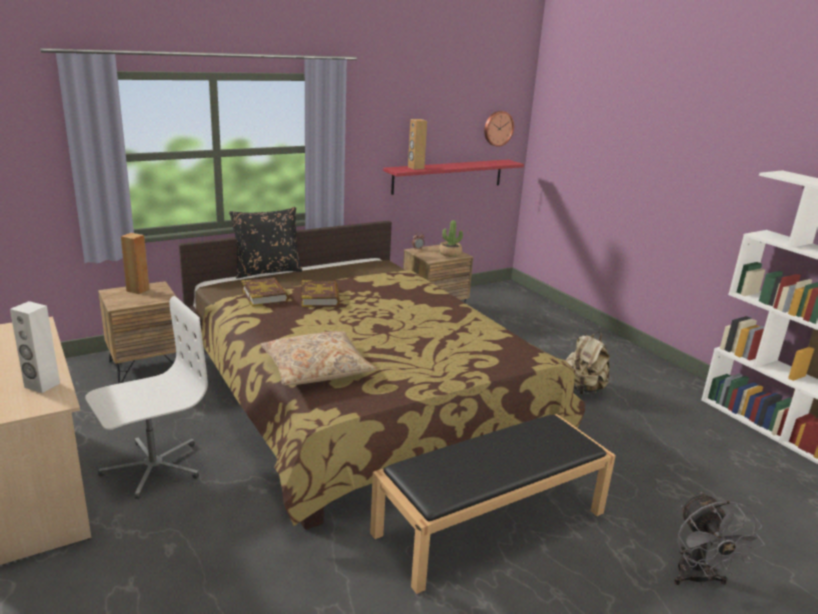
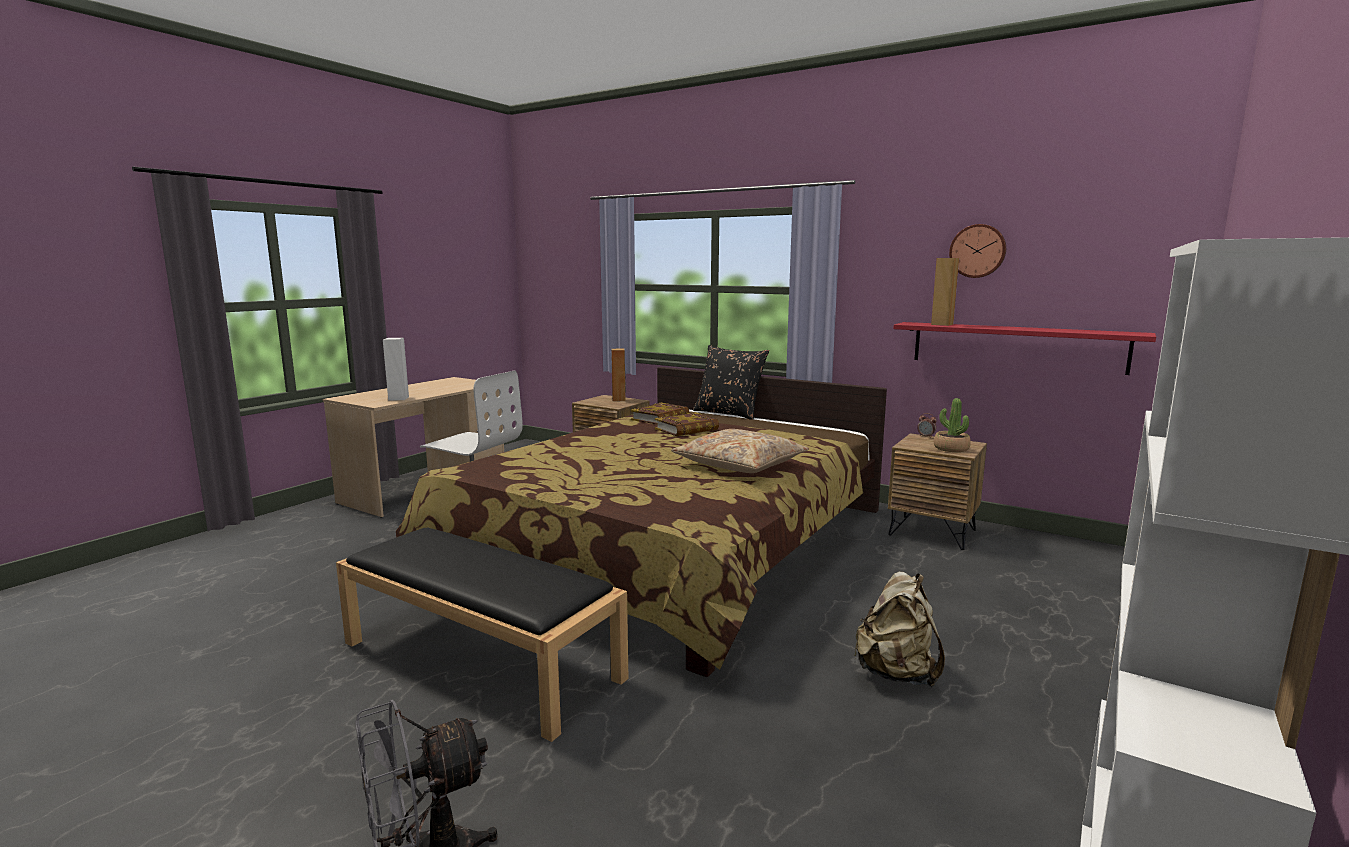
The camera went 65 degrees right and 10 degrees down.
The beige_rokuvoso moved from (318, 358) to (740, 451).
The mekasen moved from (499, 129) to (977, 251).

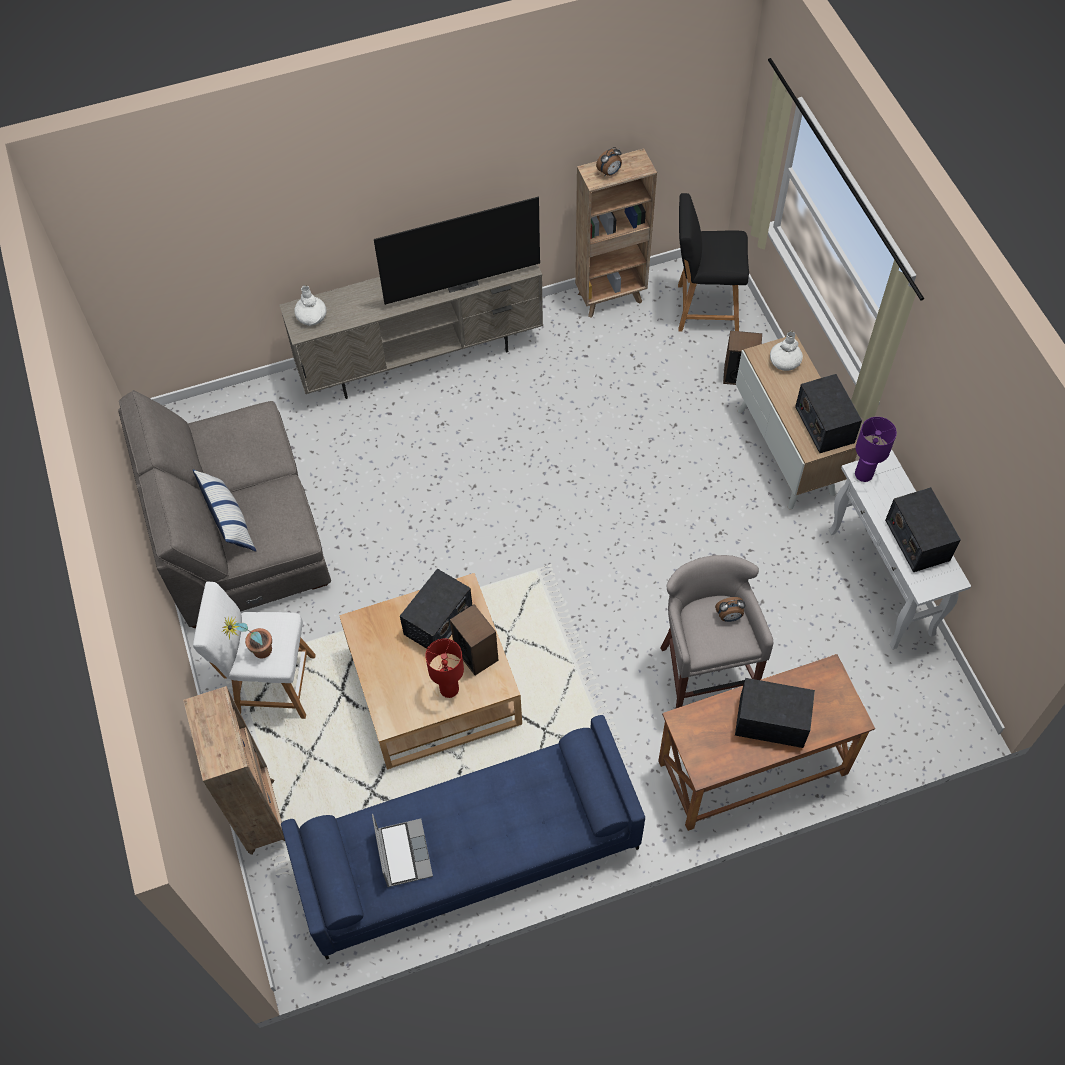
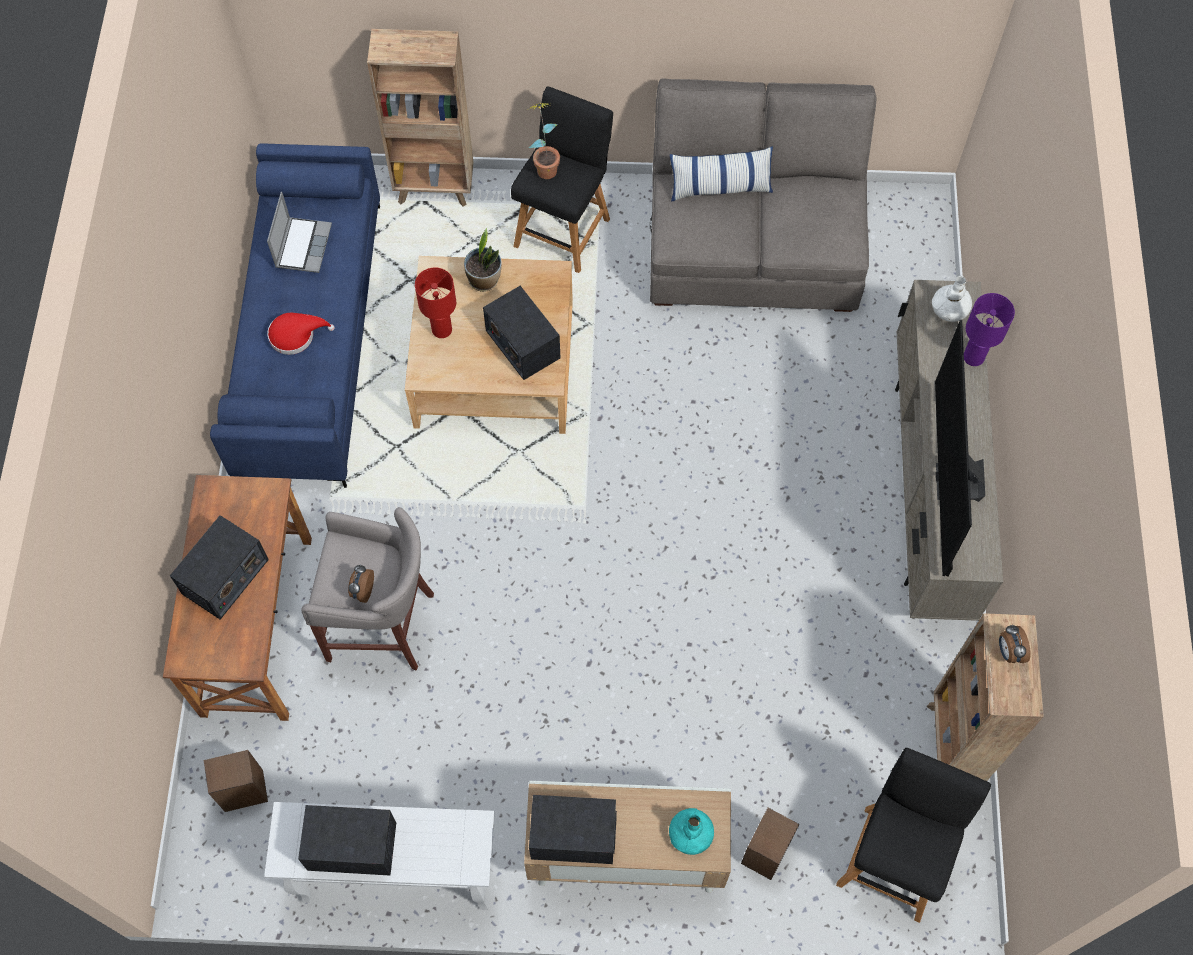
The camera went 110 degrees right and 5 degrees up.
The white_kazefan at (254, 650) became the black_kazefan at (562, 180).
The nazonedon at (402, 850) turned 90 degrees counterclockwise.
The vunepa moved from (474, 640) to (236, 781).
The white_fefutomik at (786, 351) became the turquoise_fefutomik at (691, 831).
The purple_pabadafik moved from (876, 449) to (989, 329).
The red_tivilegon at (301, 334) appeared.
The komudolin at (483, 260) appeared.

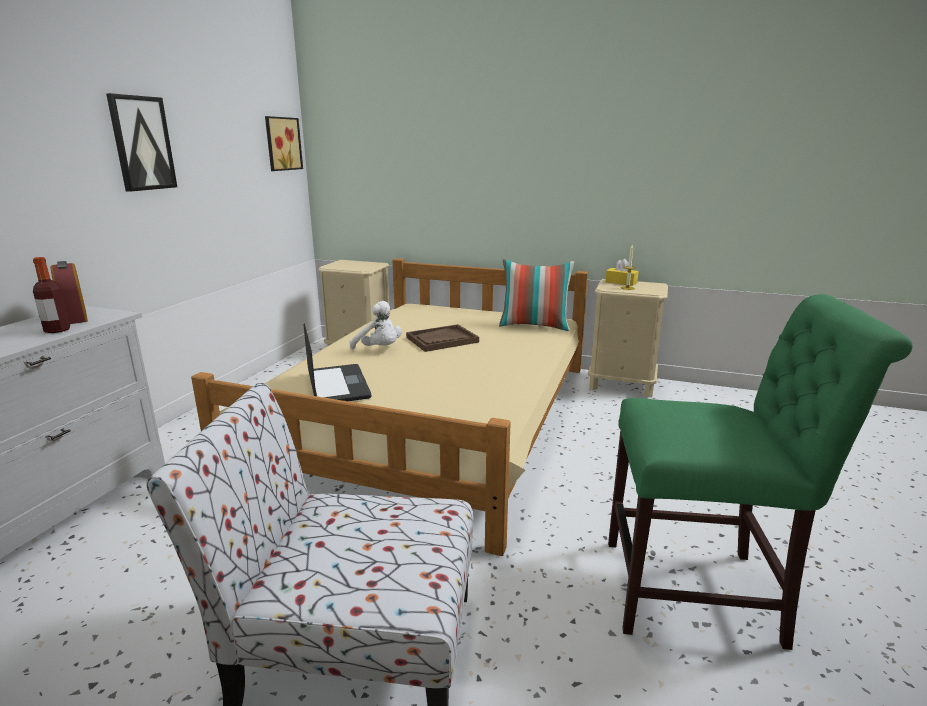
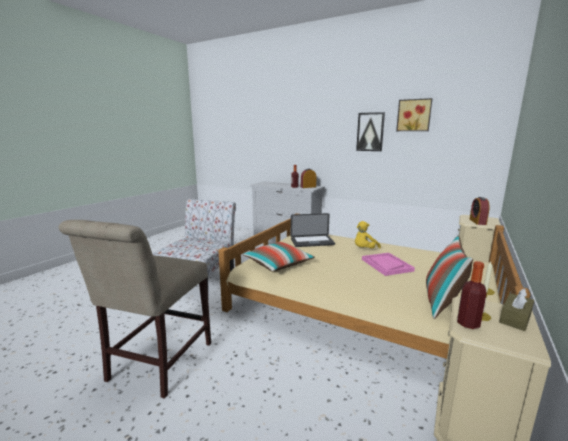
The camera went 100 degrees right and 5 degrees down.
The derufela moved from (284, 143) to (414, 114).
The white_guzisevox at (376, 325) became the yellow_guzisevox at (368, 234).
The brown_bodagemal at (442, 338) became the pink_bodagemal at (388, 264).
The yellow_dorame at (622, 272) became the brown_dorame at (516, 309).
The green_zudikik at (760, 472) became the beige_zudikik at (135, 309).
The rokuvoso at (279, 257) appeared.
The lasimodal at (472, 295) appeared.
The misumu at (480, 211) appeared.

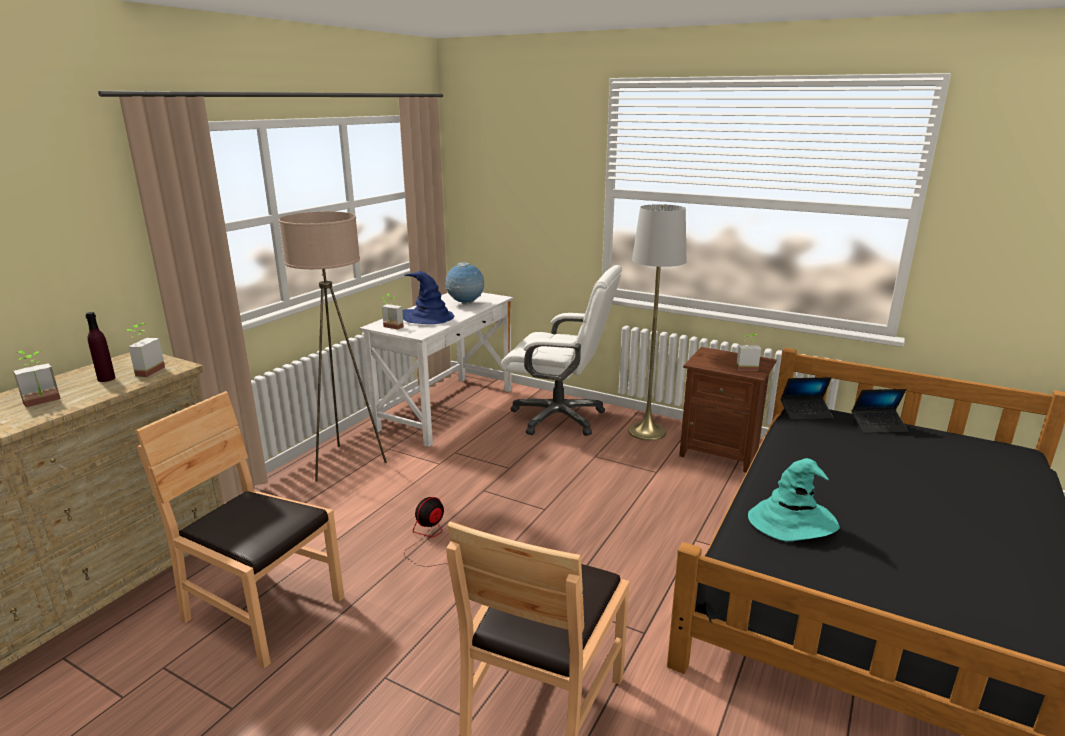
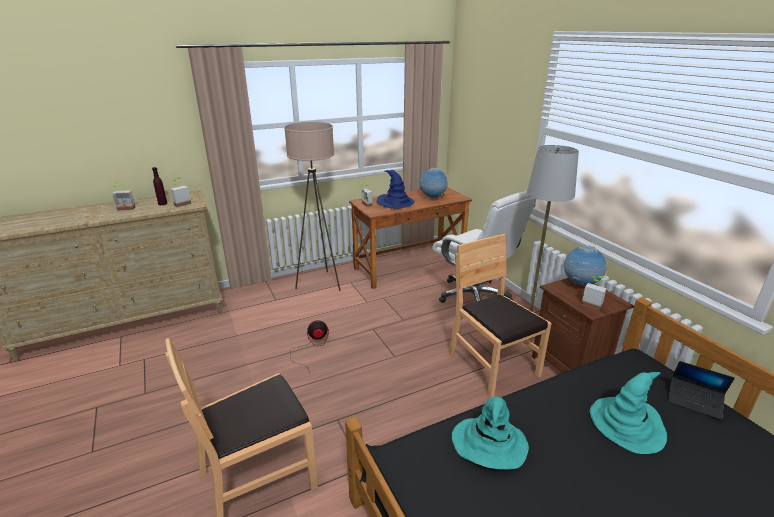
The camera went 35 degrees right and 5 degrees up.
The brown_zudikik moved from (240, 530) to (500, 316).
The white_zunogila at (436, 369) became the brown_zunogila at (410, 238).
The nazonedon at (807, 398) disappeared.
The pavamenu at (585, 266) appeared.
The turquoise_tivilegon at (628, 413) appeared.

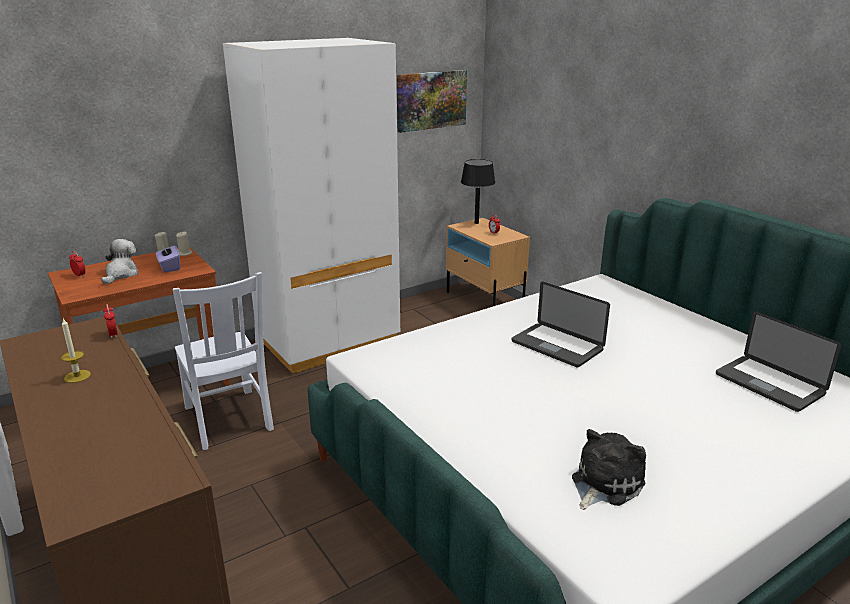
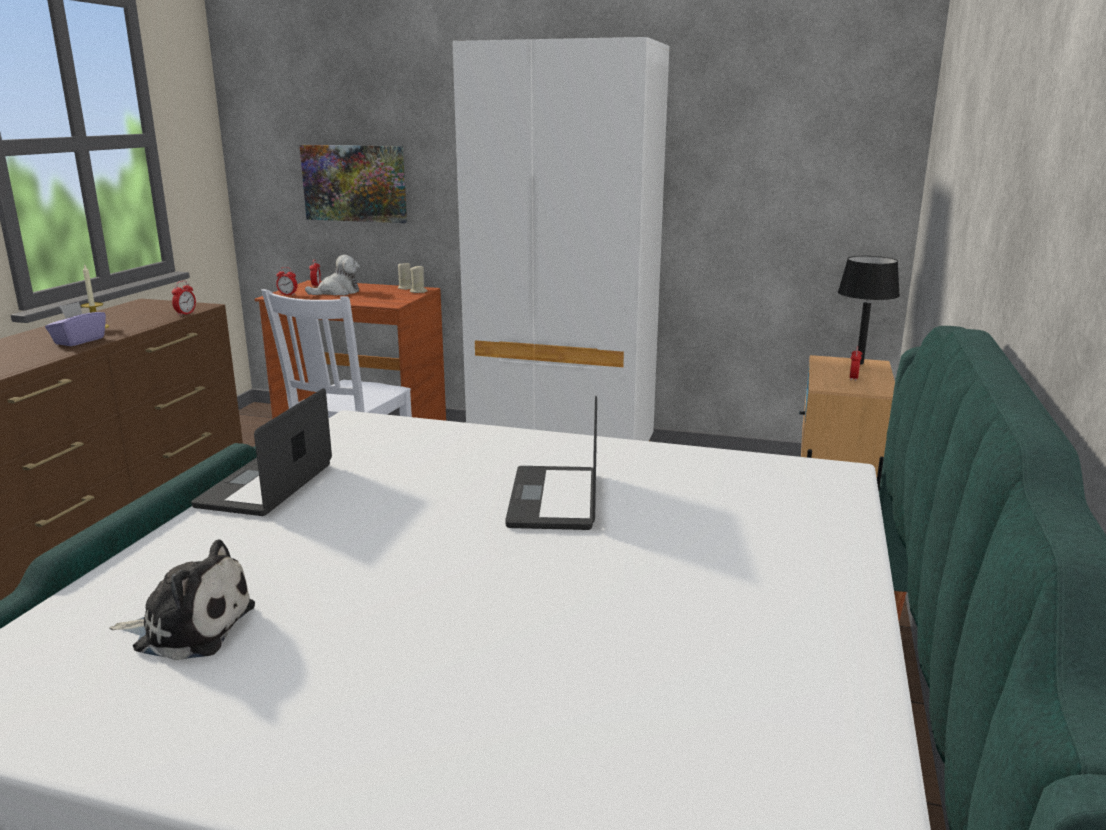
The camera went 50 degrees right and 5 degrees down.
The purple_dorame moved from (168, 258) to (75, 324).
The derufela moved from (432, 101) to (353, 184).
The nazonedon moved from (778, 361) to (261, 452).
The misumu at (287, 281) appeared.

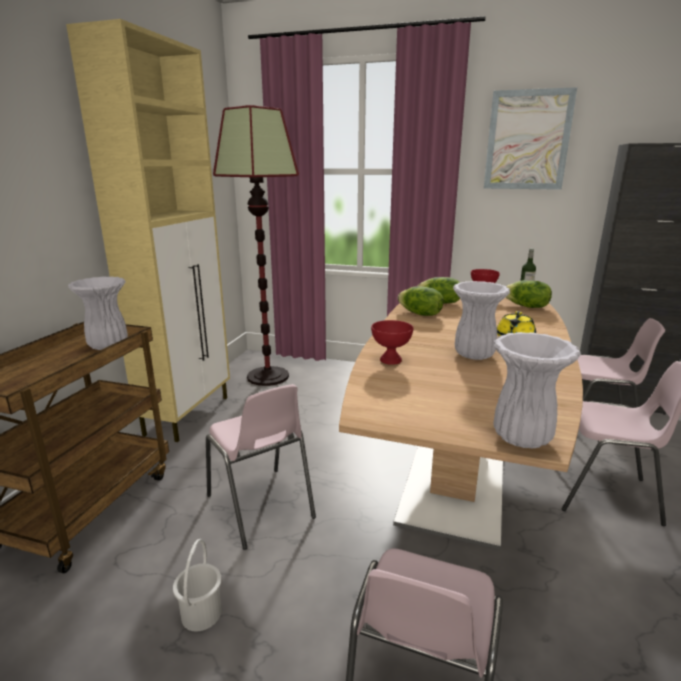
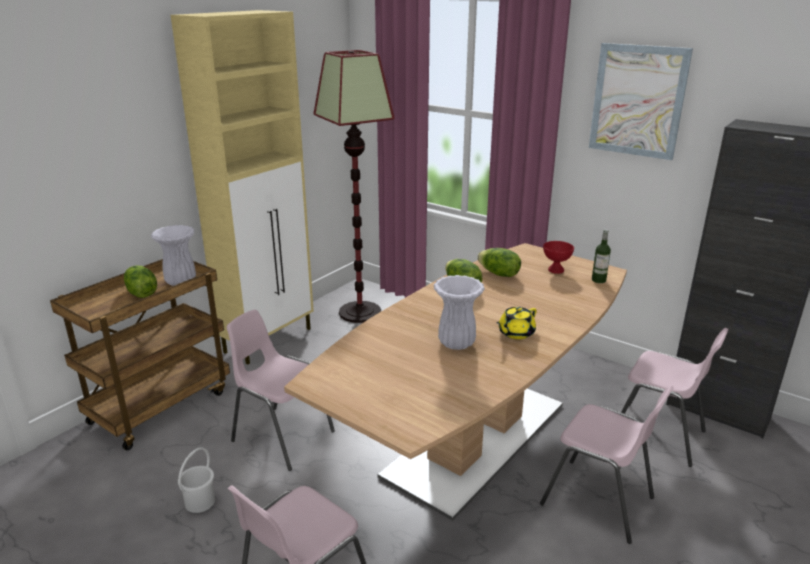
The camera went 20 degrees right and 5 degrees up.
The pink_zudikik at (261, 467) turned 135 degrees clockwise.
The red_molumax at (392, 342) disappeared.
The white_fefutomik at (537, 390) disappeared.
The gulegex moved from (528, 294) to (140, 282).

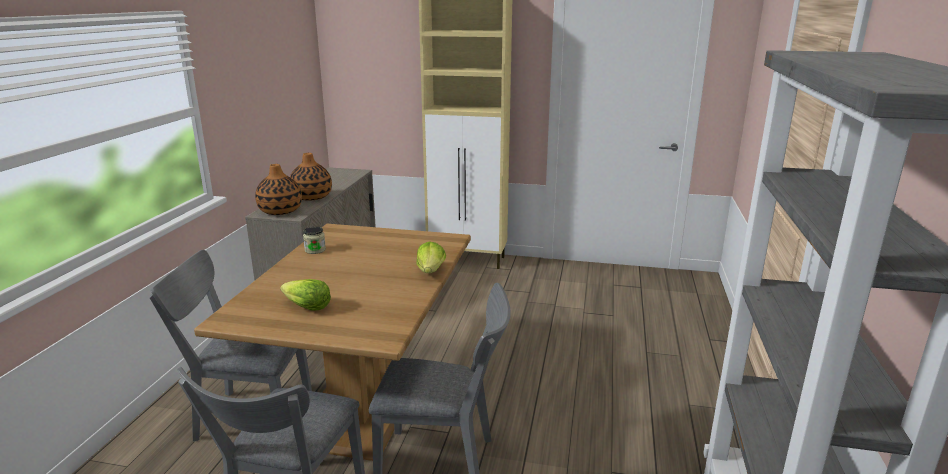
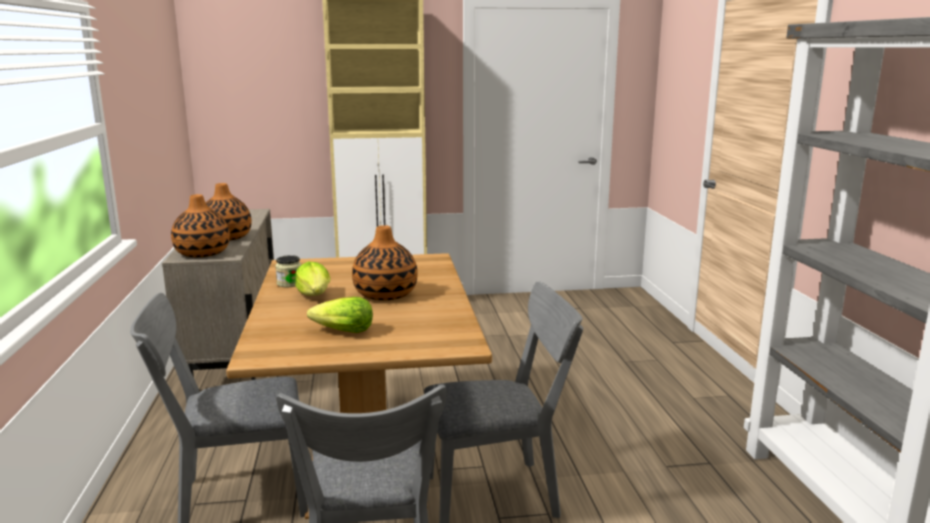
The camera went 20 degrees left and 5 degrees down.
The gulegex moved from (431, 257) to (312, 279).
The fefutomik at (385, 262) appeared.

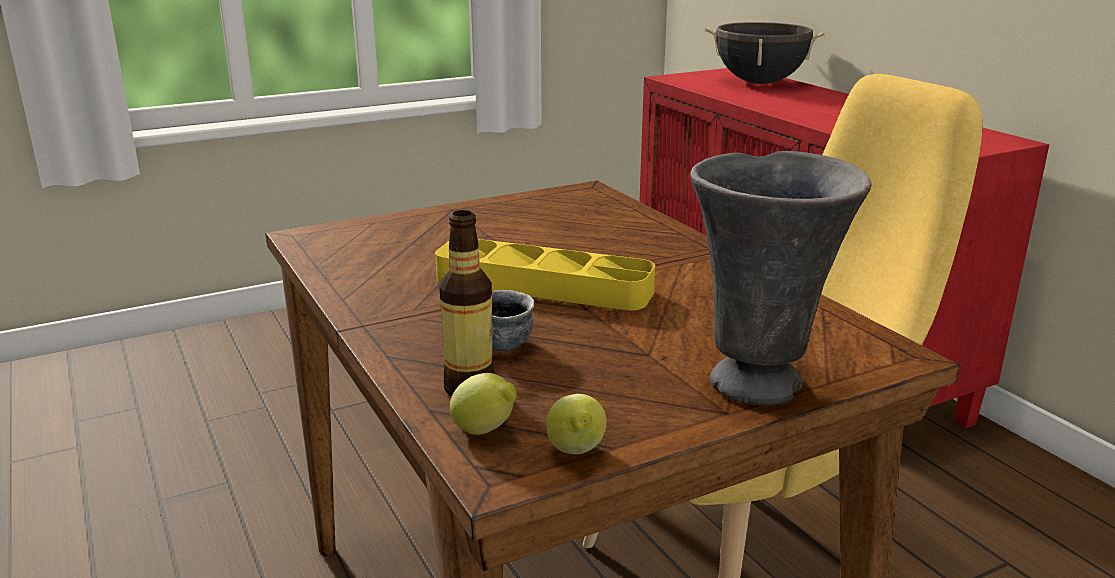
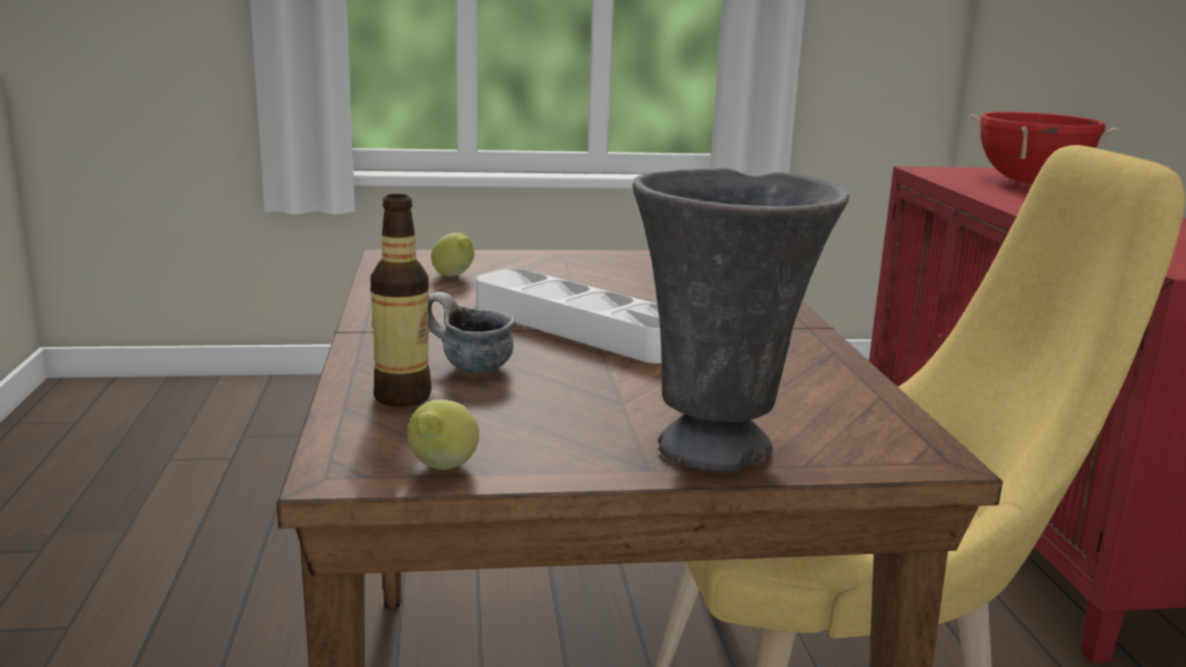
The camera went 20 degrees right and 5 degrees down.
The yellow_bodagemal at (545, 275) became the white_bodagemal at (568, 315).
The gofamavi moved from (483, 404) to (453, 255).
The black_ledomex at (765, 53) became the red_ledomex at (1044, 148).

